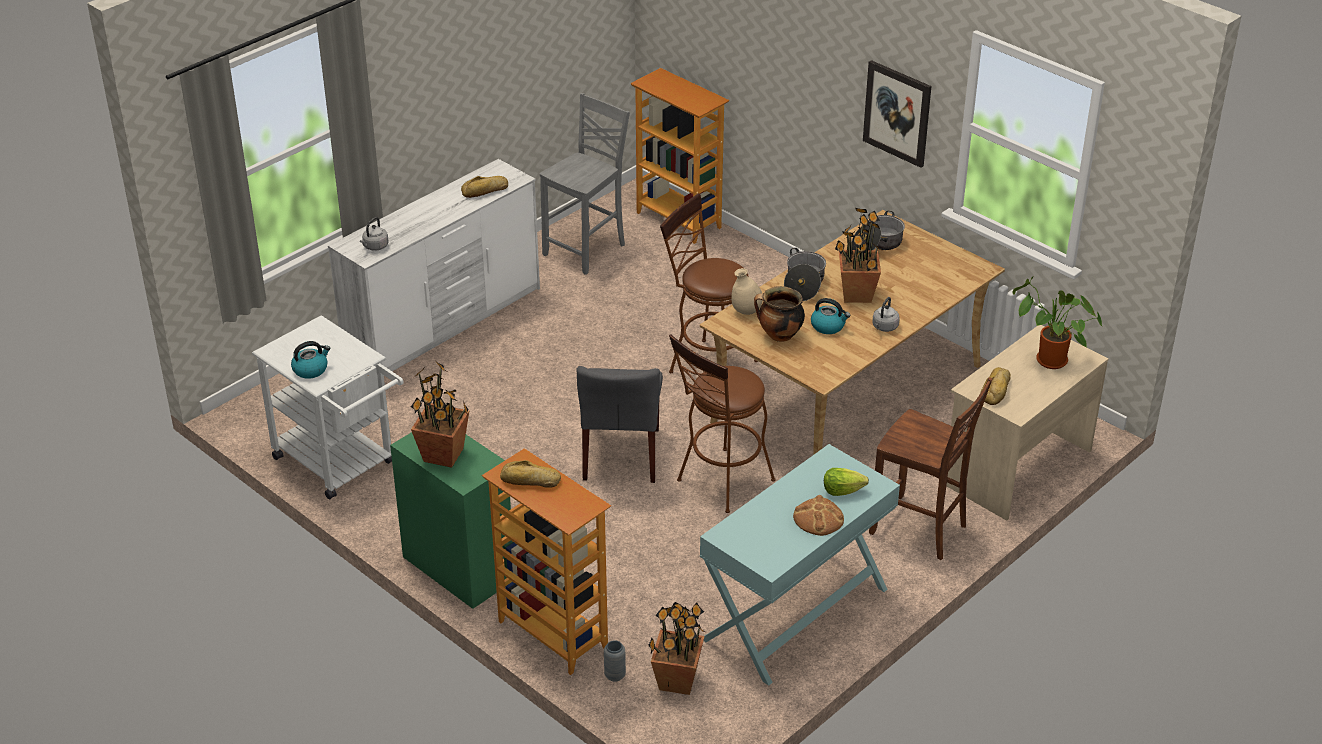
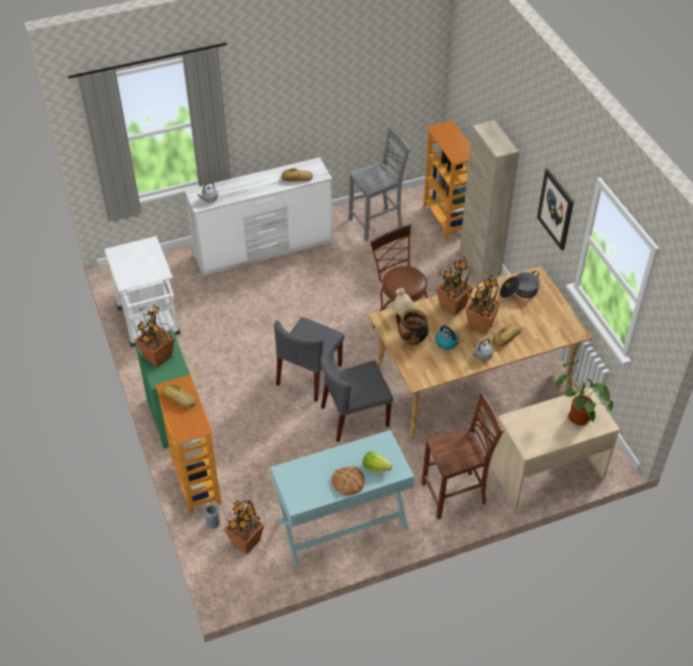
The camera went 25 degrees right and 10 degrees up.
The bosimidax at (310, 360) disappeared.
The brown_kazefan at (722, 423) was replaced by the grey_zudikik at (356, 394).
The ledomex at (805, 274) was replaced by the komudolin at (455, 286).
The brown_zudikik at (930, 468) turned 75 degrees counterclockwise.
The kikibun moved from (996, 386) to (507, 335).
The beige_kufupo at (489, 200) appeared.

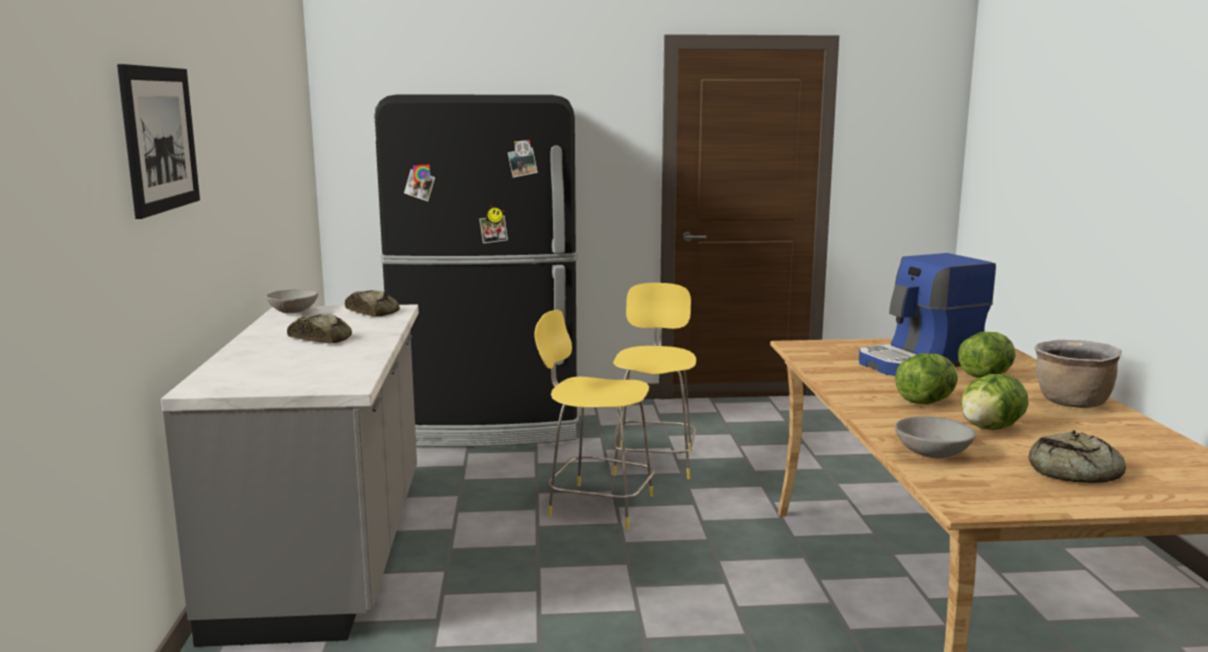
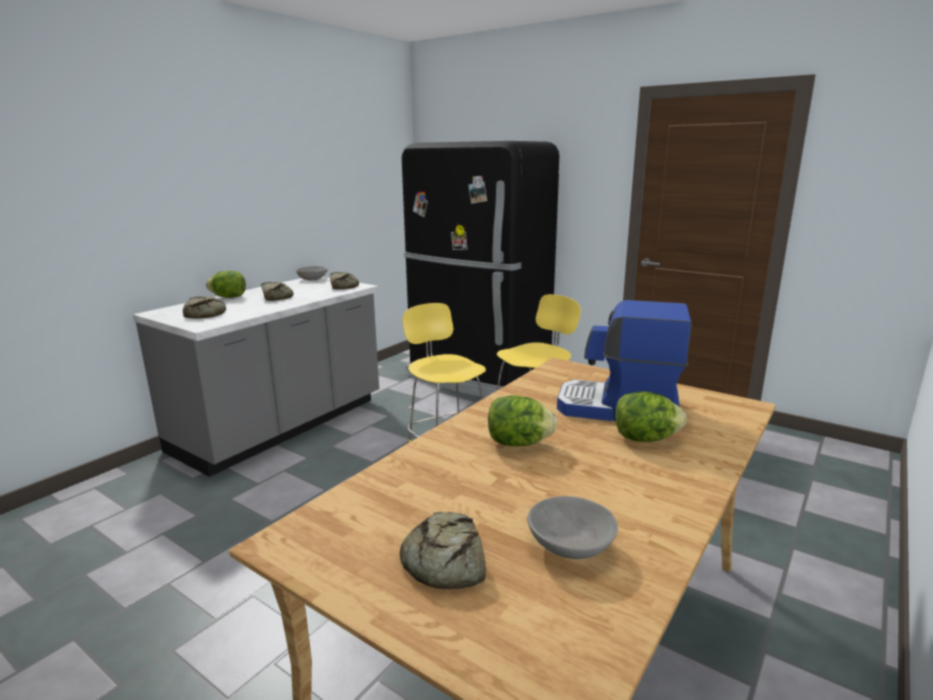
The camera went 40 degrees right and 5 degrees up.
The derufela at (158, 141) disappeared.
The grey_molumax moved from (935, 437) to (572, 527).
The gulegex moved from (995, 402) to (226, 284).
The brown_ledomex at (1078, 374) disappeared.
The kikibun at (204, 307) appeared.

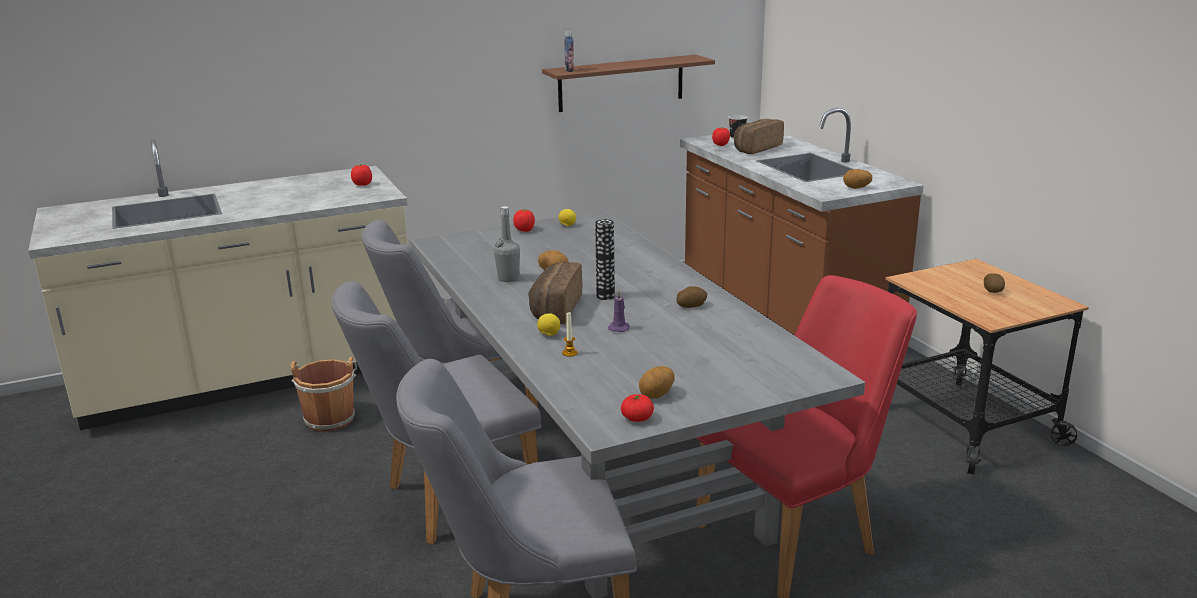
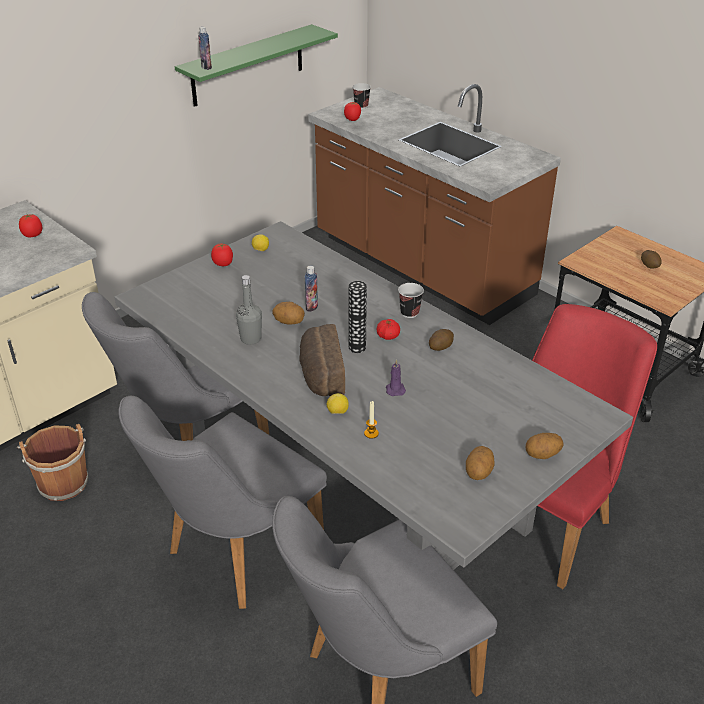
The camera went 20 degrees left and 15 degrees up.
The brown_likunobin at (628, 83) became the green_likunobin at (256, 65).
The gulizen moved from (637, 408) to (388, 329).
The kikibun at (759, 136) disappeared.
The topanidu moved from (857, 179) to (545, 446).
The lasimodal at (311, 289) appeared.
The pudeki at (411, 300) appeared.

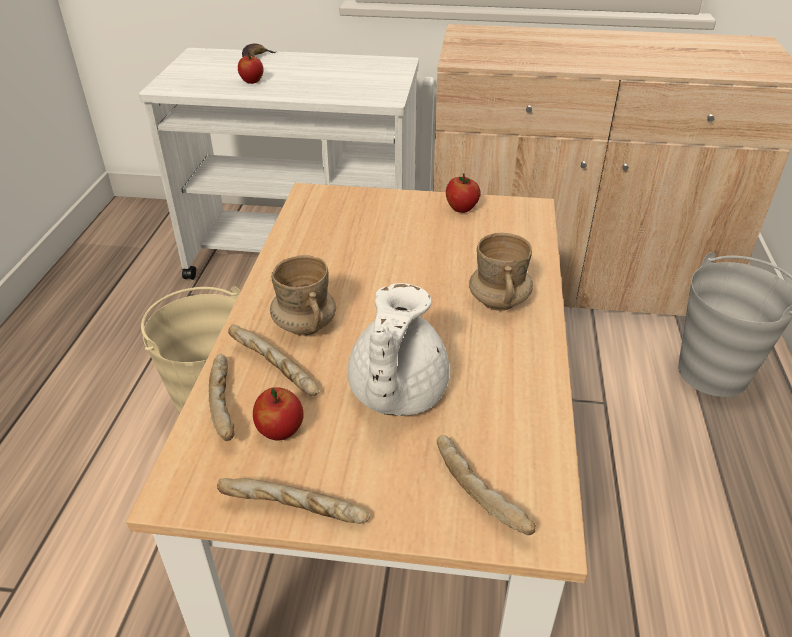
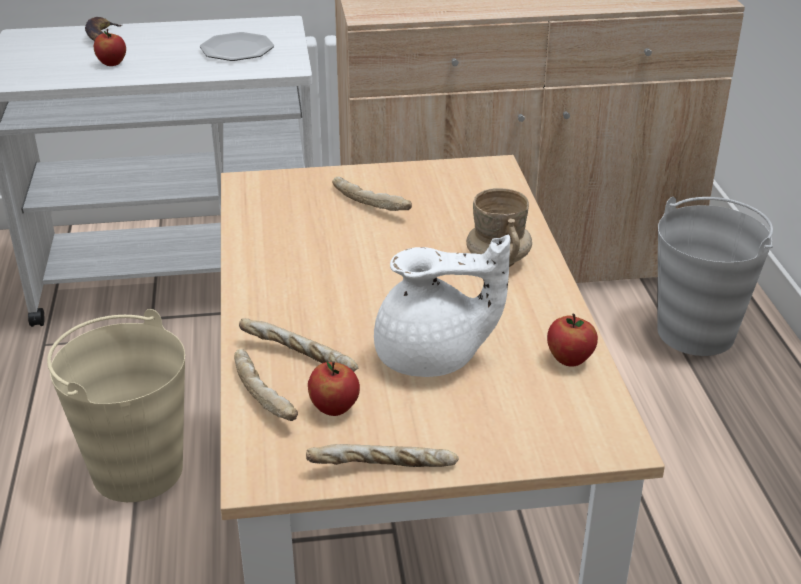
The camera went 15 degrees left and 5 degrees down.
The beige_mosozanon at (303, 295) disappeared.
The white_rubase at (398, 349) turned 90 degrees counterclockwise.
The kikibun moved from (486, 485) to (372, 194).
The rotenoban moved from (463, 193) to (572, 340).
The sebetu at (237, 46) appeared.

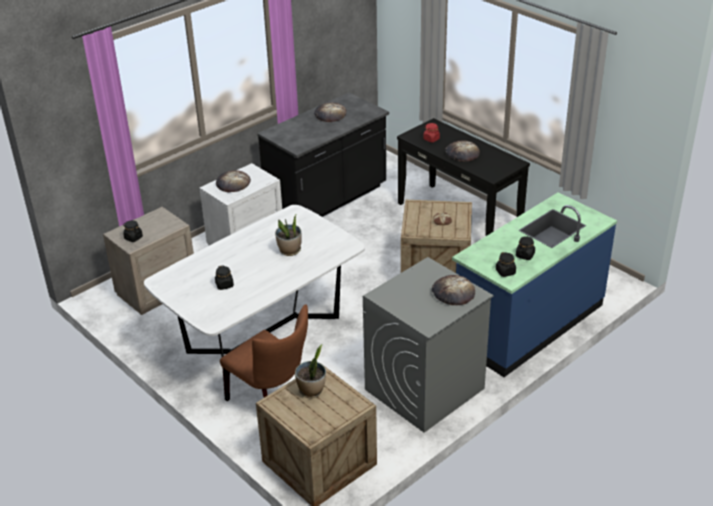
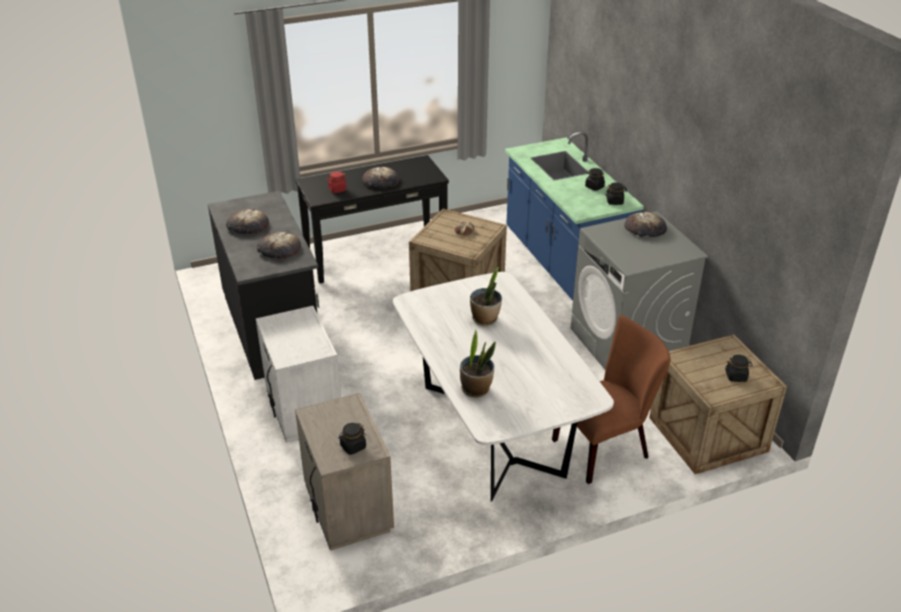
The camera went 70 degrees left and 0 degrees up.
The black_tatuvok moved from (224, 277) to (739, 368).
The kikibun moved from (233, 181) to (279, 245).
The komudolin moved from (310, 371) to (478, 363).

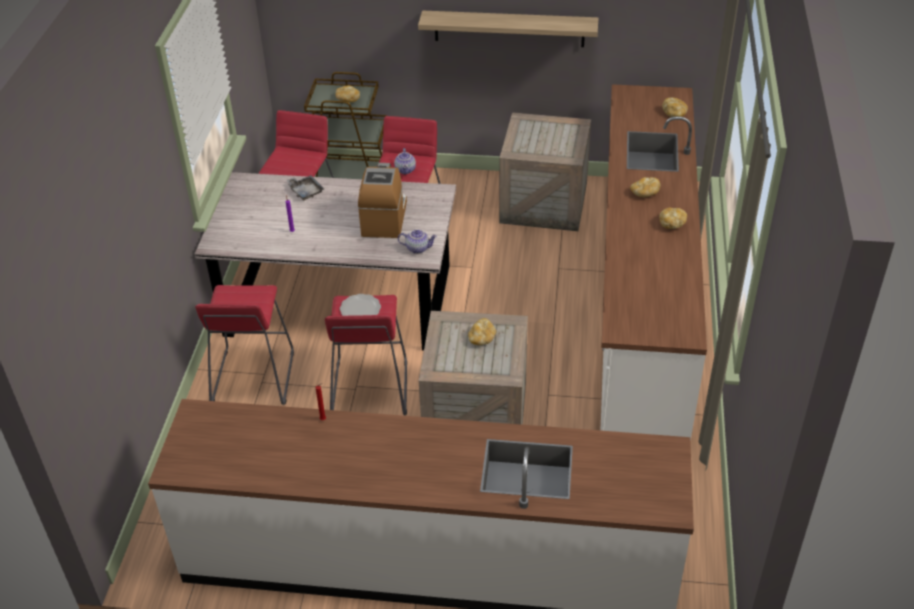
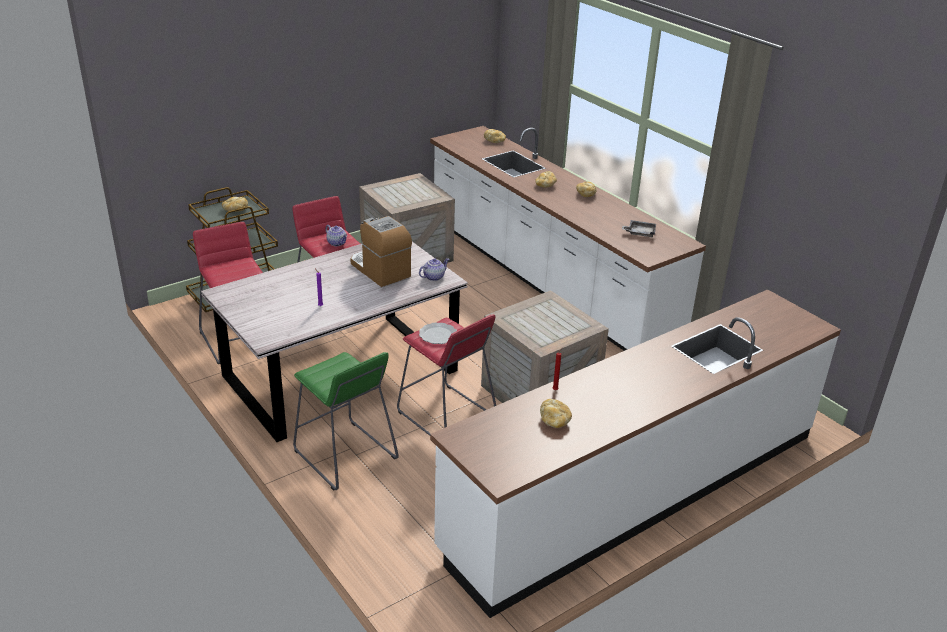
The camera went 45 degrees left and 10 degrees down.
The red_kazefan at (244, 345) became the green_kazefan at (346, 421).
The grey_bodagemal moved from (305, 188) to (639, 228).
The likunobin at (508, 28) disappeared.
The kikibun moved from (482, 331) to (556, 413).

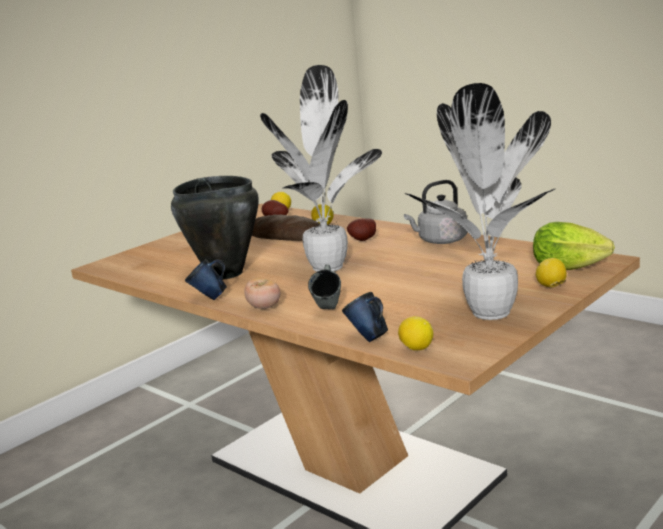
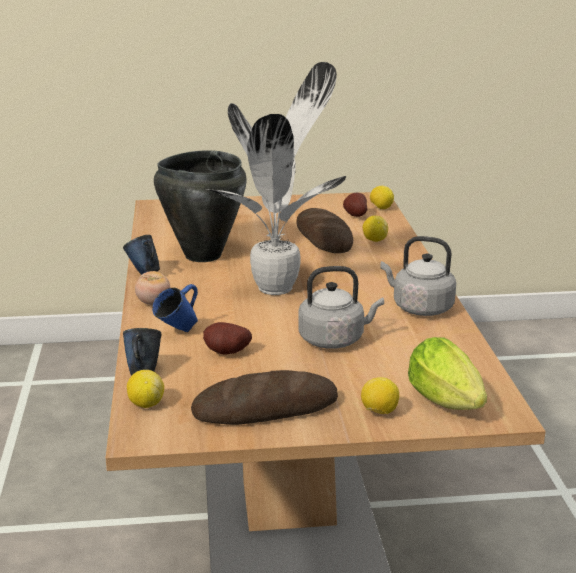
The camera went 40 degrees right and 5 degrees up.
The grey_mosozanon at (324, 286) became the blue_mosozanon at (175, 308).
The topanidu moved from (361, 229) to (227, 338).
The komudolin at (480, 201) was replaced by the kikibun at (264, 397).
The grey_bosimidax at (341, 307) appeared.

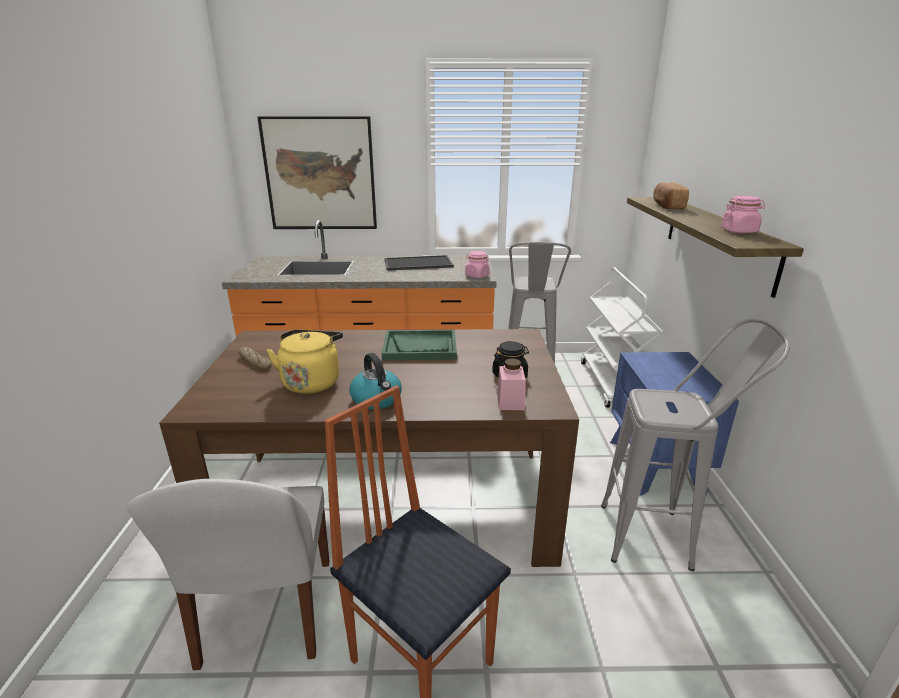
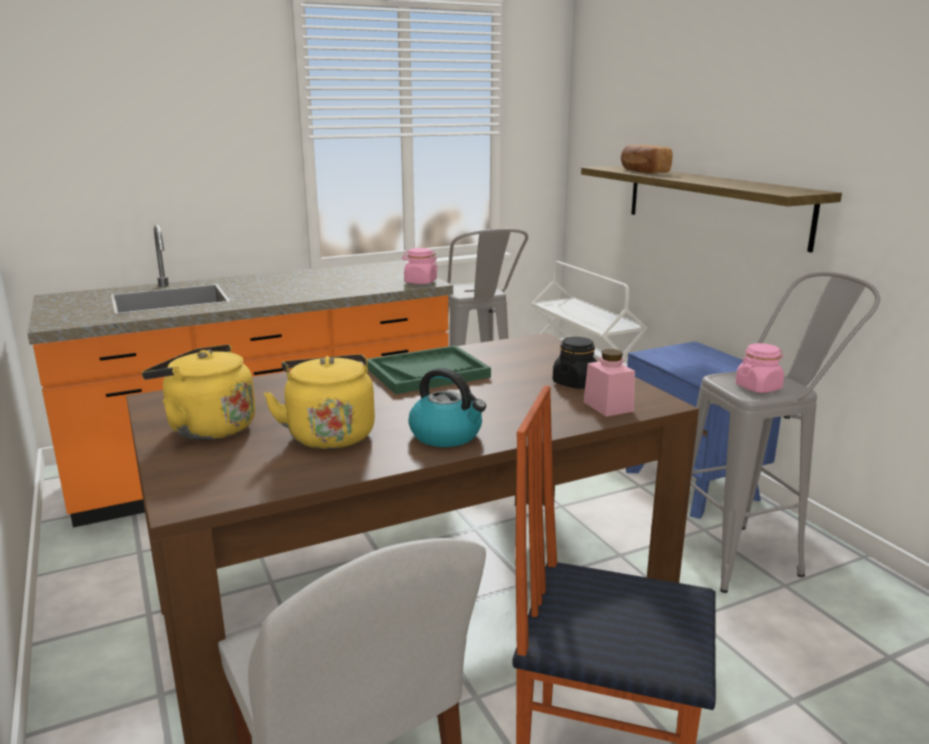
The camera went 25 degrees left and 5 degrees down.
The kikibun at (255, 358) was replaced by the yellow_bosimidax at (198, 392).
The derufela at (317, 172) disappeared.
The bodagemal at (419, 263) disappeared.
The pink_tatuvok moved from (743, 214) to (759, 368).

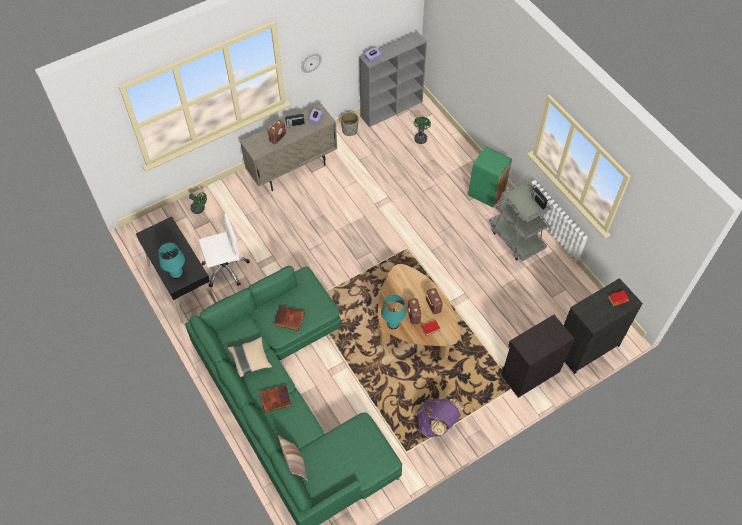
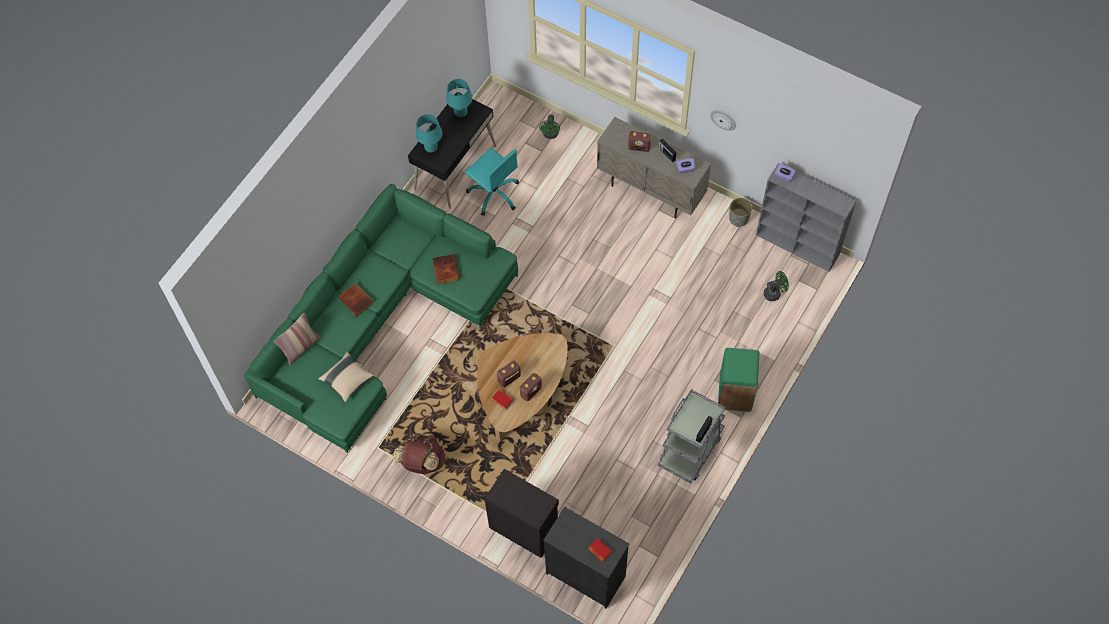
The camera went 65 degrees right and 5 degrees up.
The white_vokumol at (224, 250) became the turquoise_vokumol at (492, 182).
The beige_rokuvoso moved from (249, 357) to (346, 377).
The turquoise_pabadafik moved from (393, 312) to (459, 99).
The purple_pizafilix at (440, 417) became the brown_pizafilix at (419, 453).

